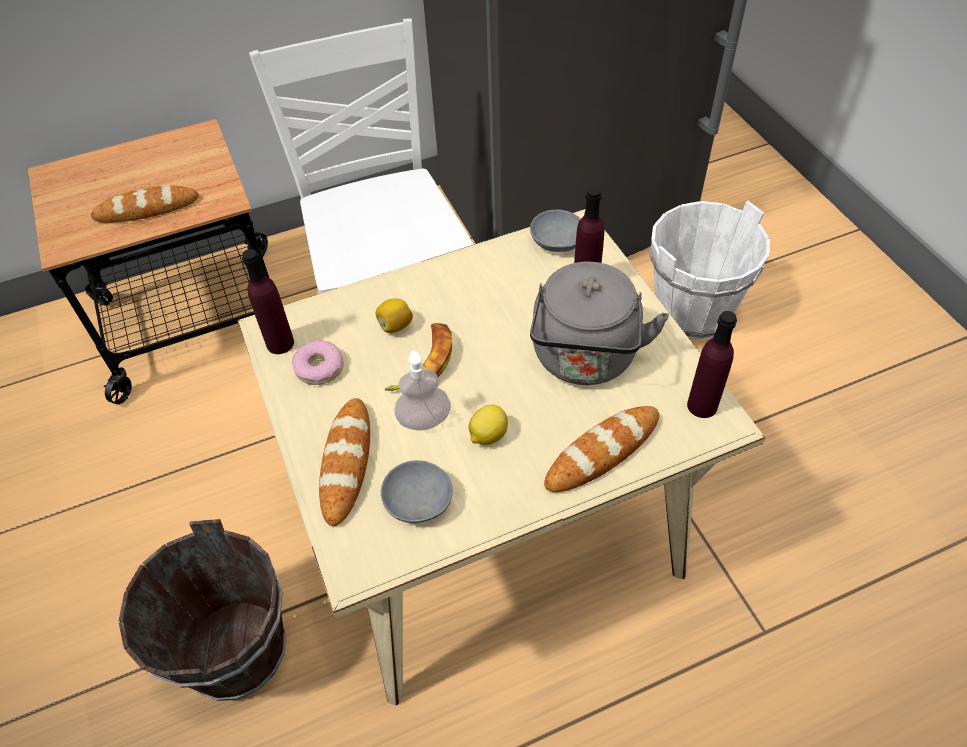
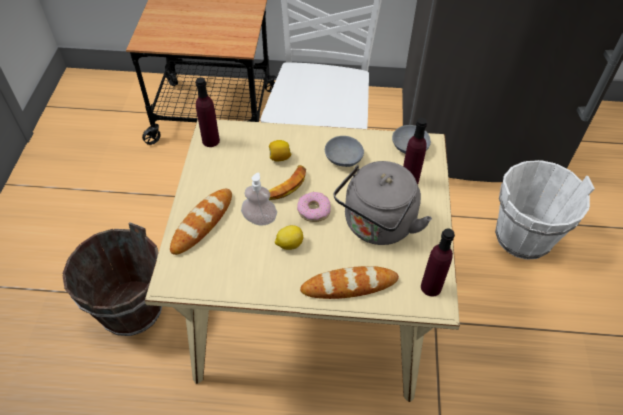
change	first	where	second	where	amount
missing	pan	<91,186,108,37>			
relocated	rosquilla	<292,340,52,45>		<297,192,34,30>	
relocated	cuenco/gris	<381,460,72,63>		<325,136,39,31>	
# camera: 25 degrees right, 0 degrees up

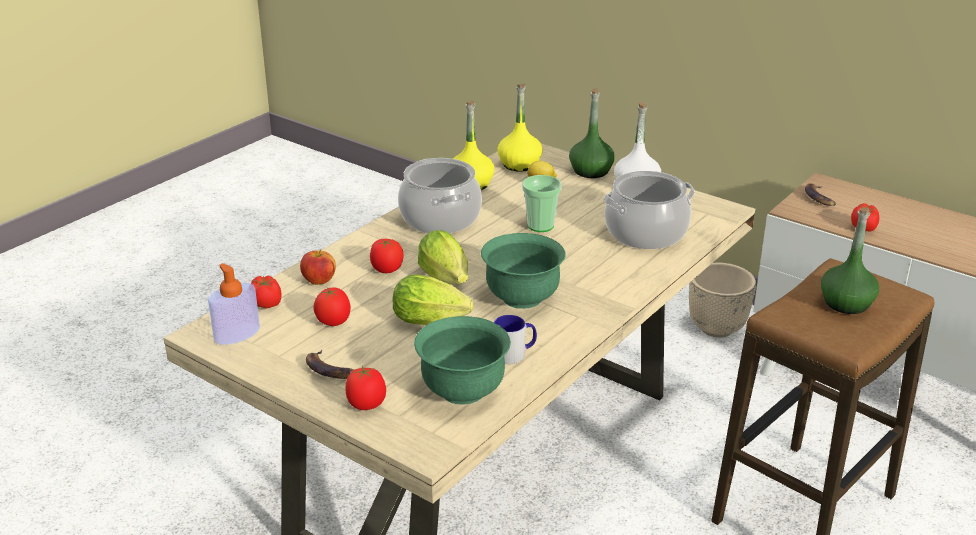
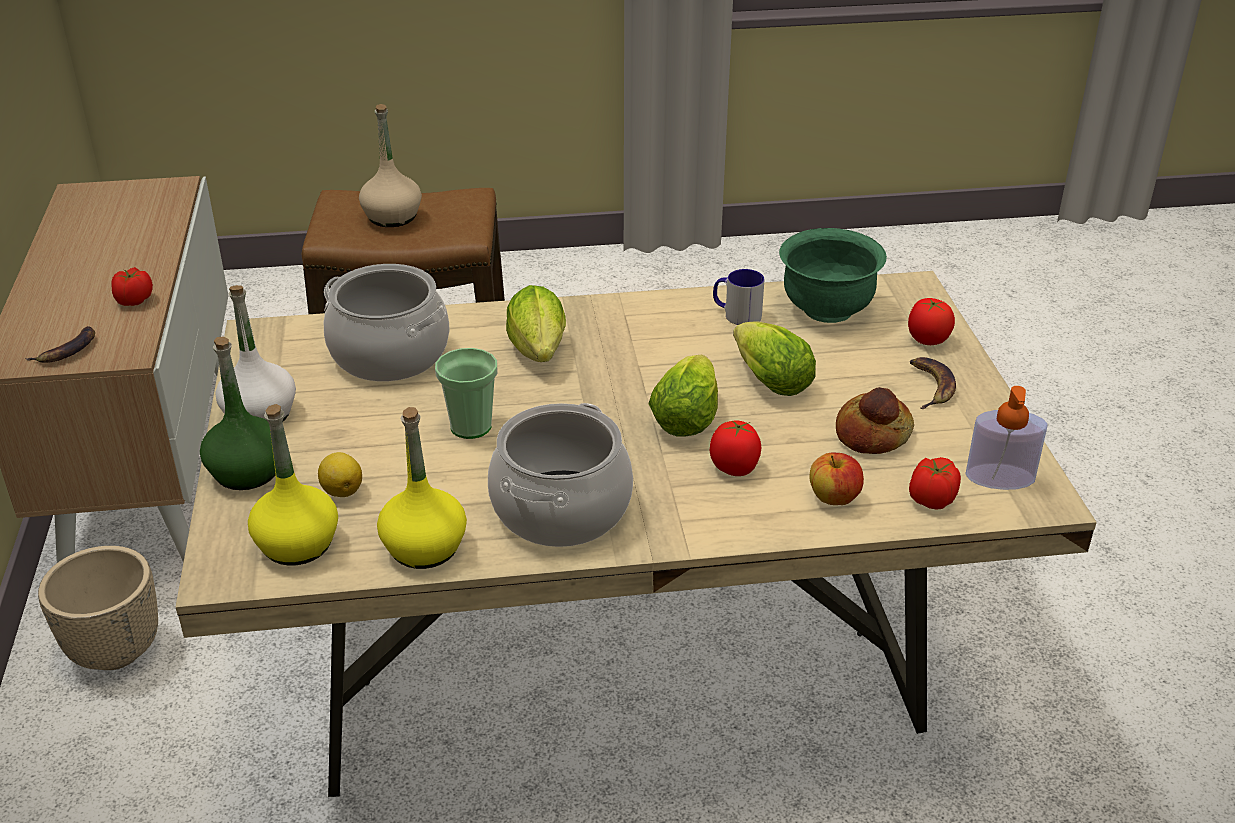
change	first	where	second	where	amount
missing	cuenco/verde	<481,233,85,76>			
appeared			lechuga	<506,285,60,77>	
exchanged	tomate	<314,287,37,39>	pan	<836,387,78,67>	
colour	botella/verde	<821,207,58,107>	botella/beis	<359,104,63,123>	
# camera: 135 degrees left, 5 degrees up

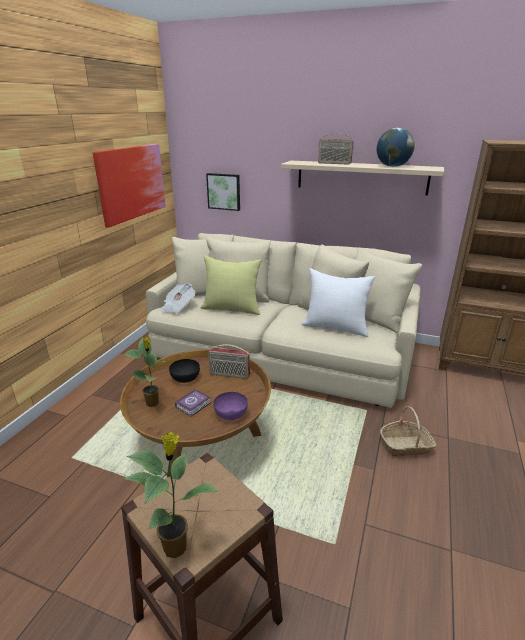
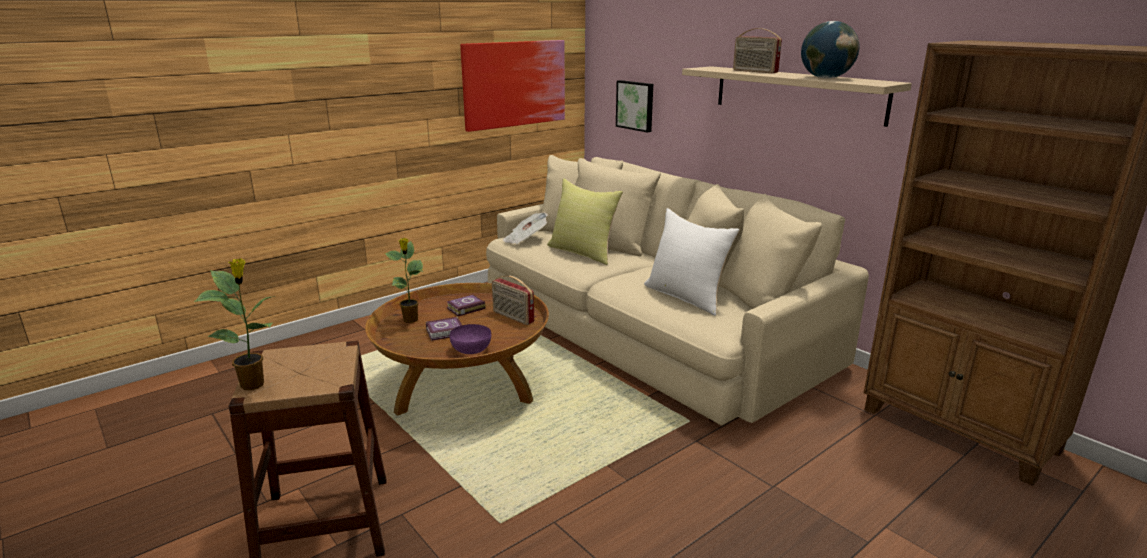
change	first	where	second	where	amount
missing	cesta	<380,406,56,50>			
exchanged	cuenco/negro	<169,359,31,24>	libro	<447,295,38,21>	
# camera: 30 degrees right, 5 degrees down

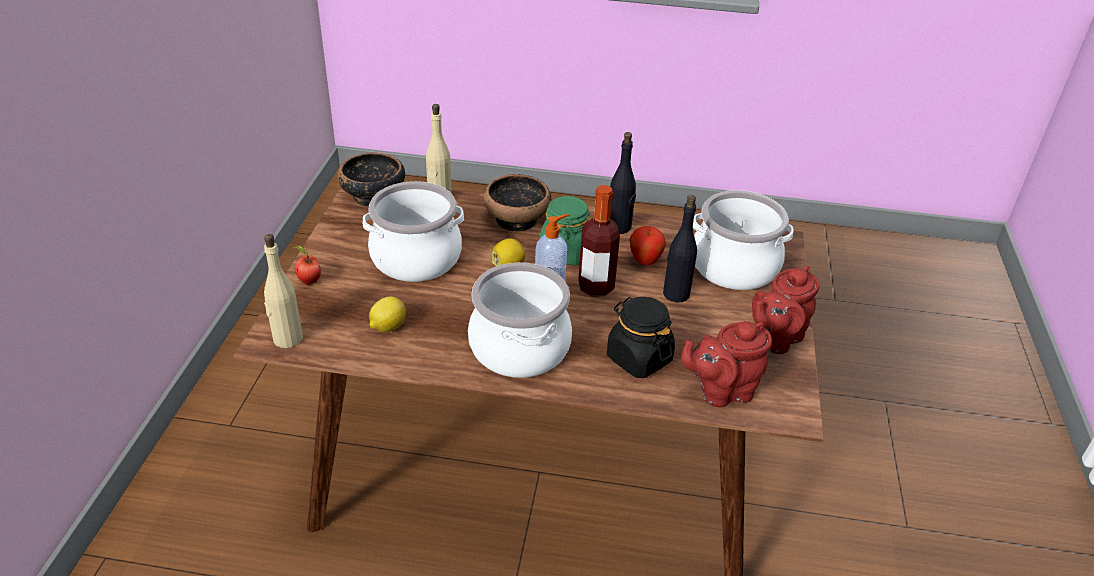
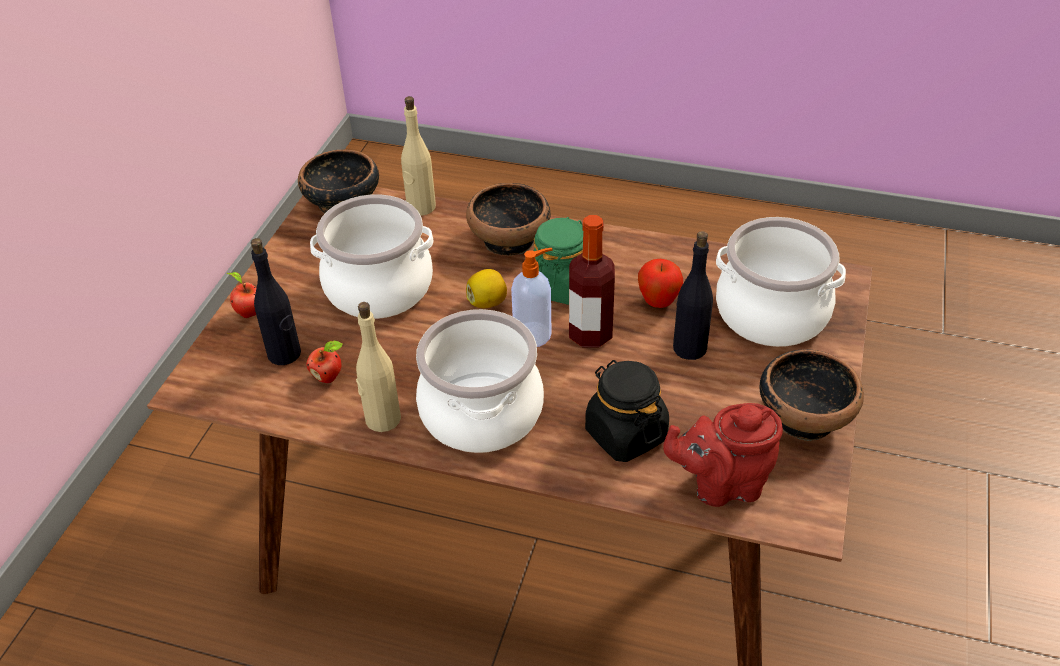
change	first	where	second	where	amount
relocated	botella/beis	<264,234,39,114>		<356,302,45,130>	
relocated	botella/negro	<610,132,26,102>		<251,238,50,127>	
exchanged	limón	<369,296,37,36>	manzana	<306,341,37,42>	
exchanged	tetera/rojo	<752,266,67,88>	cuenco	<760,349,104,92>	
# camera: 10 degrees right, 5 degrees up

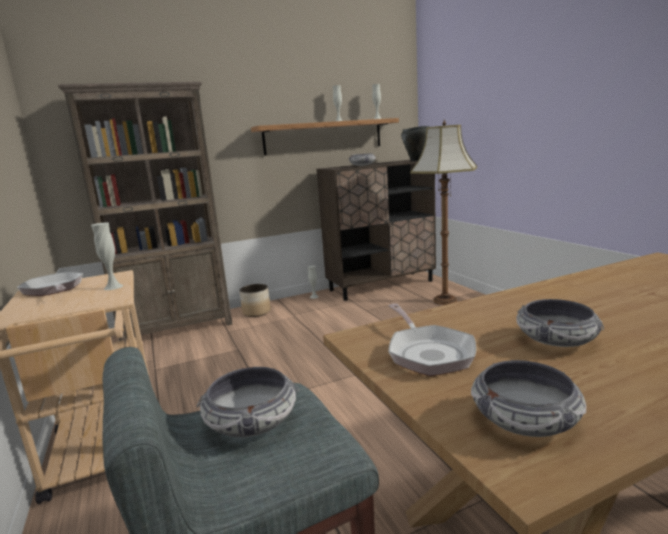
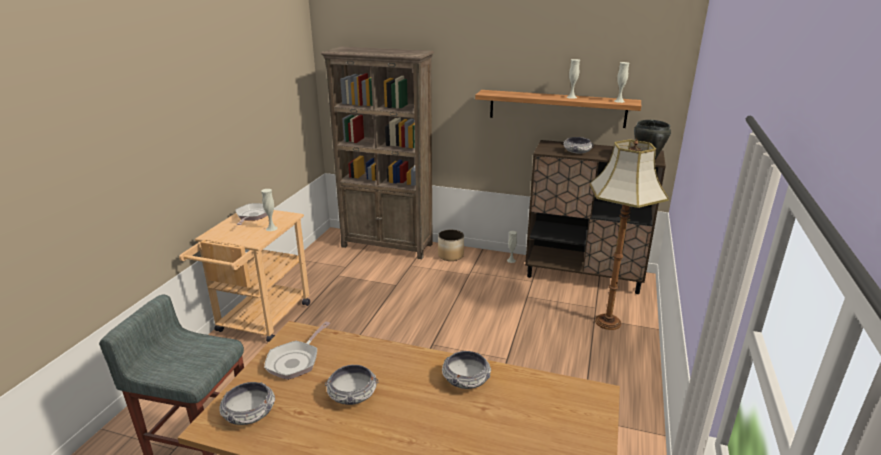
change	first	where	second	where	amount
relocated	cuenco	<197,367,102,70>		<442,351,49,38>	
# camera: 40 degrees right, 10 degrees up

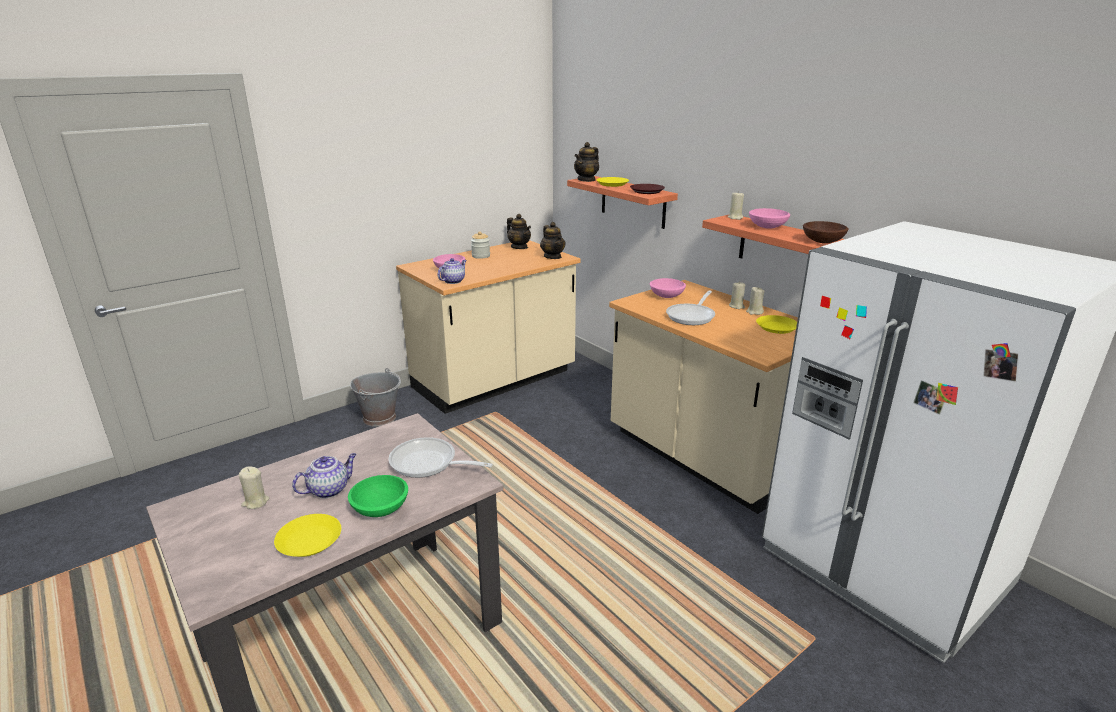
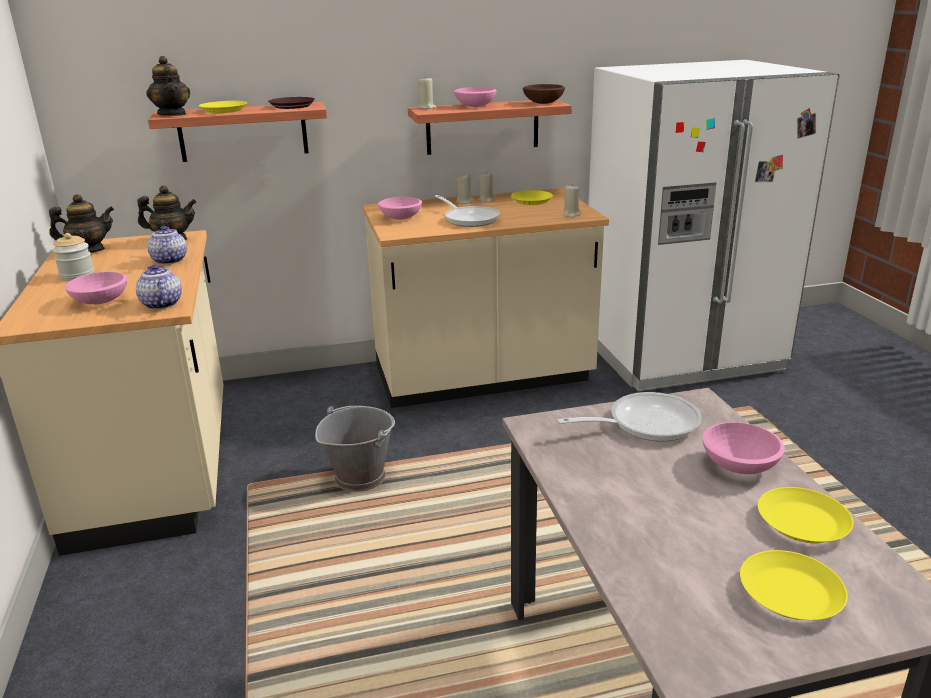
change	first	where	second	where	amount
appeared			plato/amarillo	<740,550,108,70>	
relocated	vela/beis	<239,466,30,43>		<562,184,19,34>	
relocated	tetera	<292,453,65,45>		<147,226,40,39>	
relocated	cubo/gris	<350,368,51,59>		<315,406,80,86>	
colour	cuenco/verde	<348,475,60,42>	cuenco/rosa	<702,422,83,52>	
spun	sartén	<388,437,105,41>		<557,392,145,50>	150 degrees counterclockwise
# camera: 65 degrees left, 0 degrees up

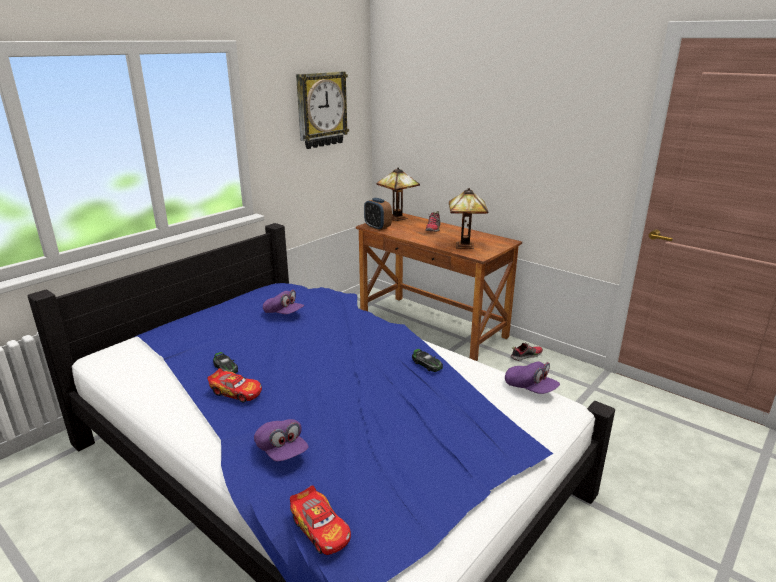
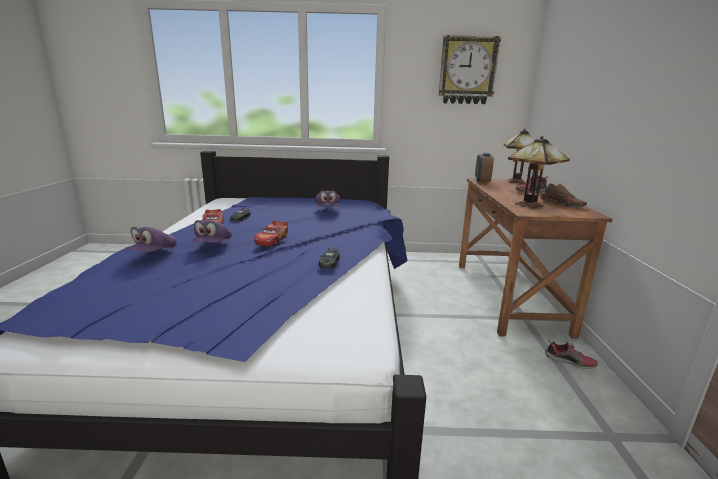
change	first	where	second	where	amount
appeared			zapato/marrón	<540,183,47,25>	
relocated	coche de juguete	<290,485,61,70>		<254,221,34,25>	
relocated	gorra/morado	<505,361,55,33>		<190,220,42,23>	
# camera: 50 degrees right, 5 degrees down

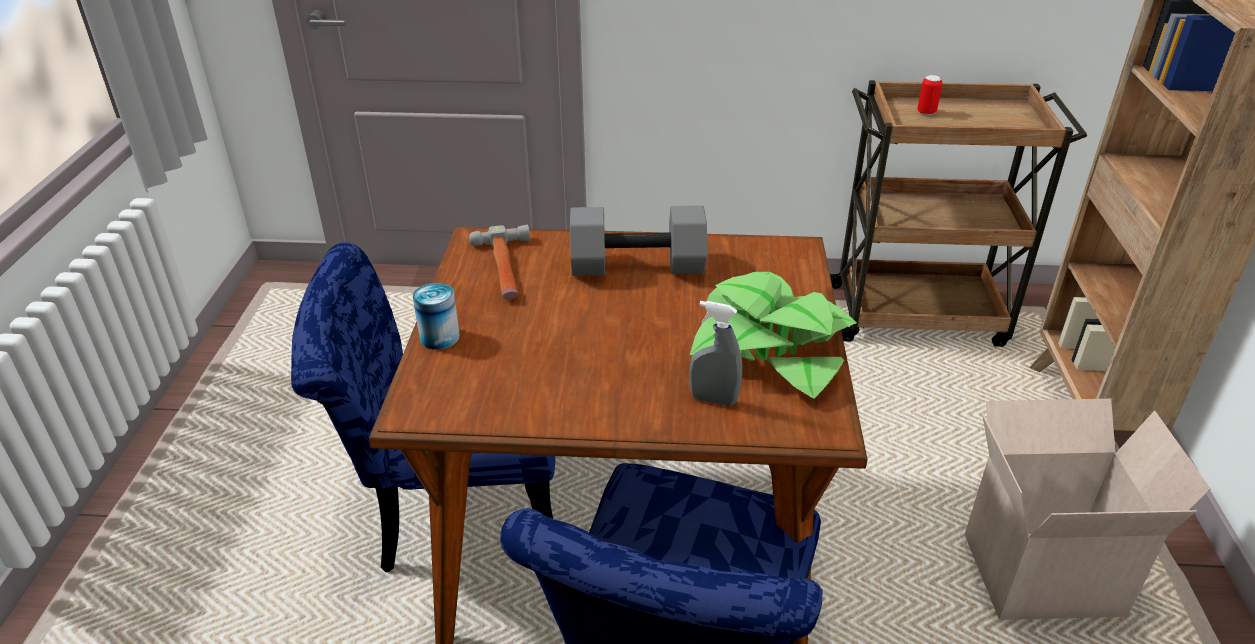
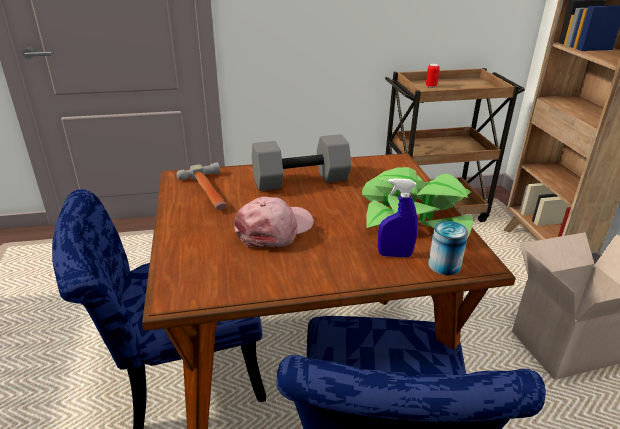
change	first	where	second	where	amount
appeared			gorra/rosa	<234,197,80,51>	
relocated	lata	<413,283,47,67>		<428,221,40,54>	
colour	pulverizador/gris	<690,301,52,105>	pulverizador/azul	<378,178,40,79>	
# camera: 15 degrees left, 5 degrees down

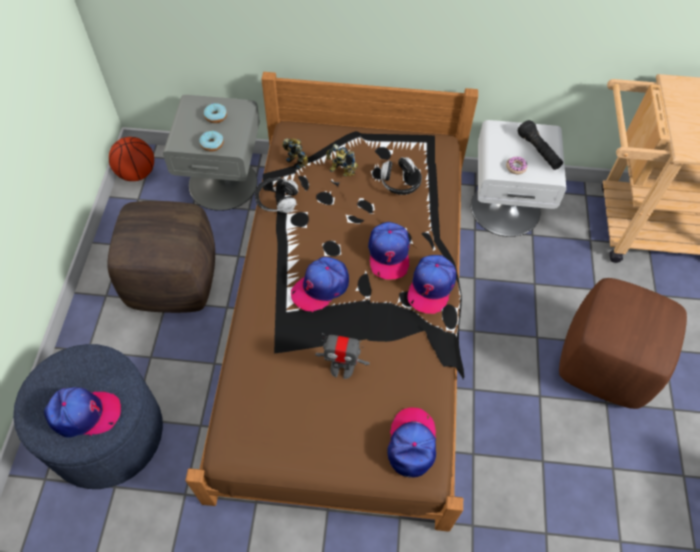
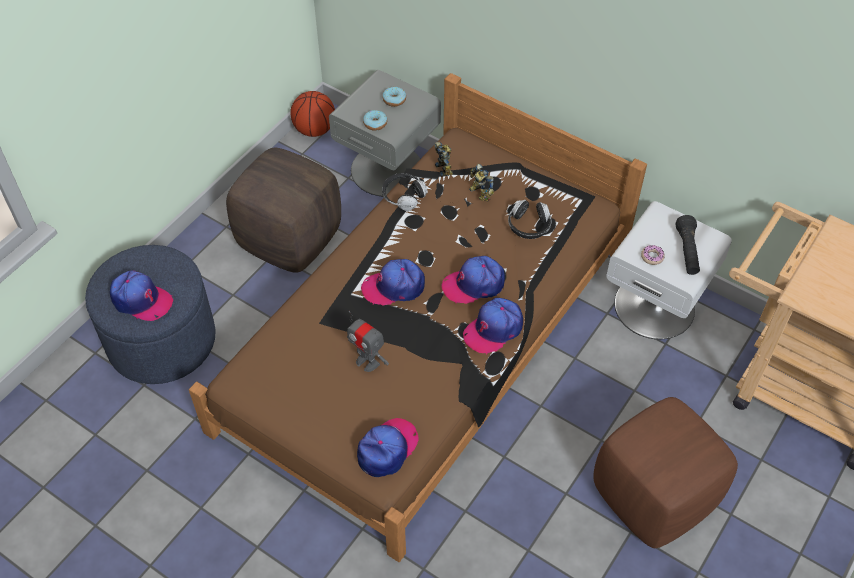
change	first	where	second	where	amount
spun	gorra	<368,222,42,58>		<441,256,64,48>	45 degrees clockwise
# camera: 30 degrees right, 5 degrees down

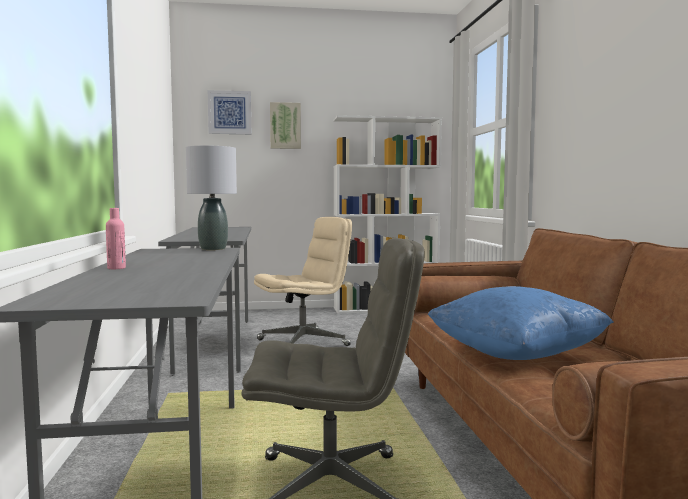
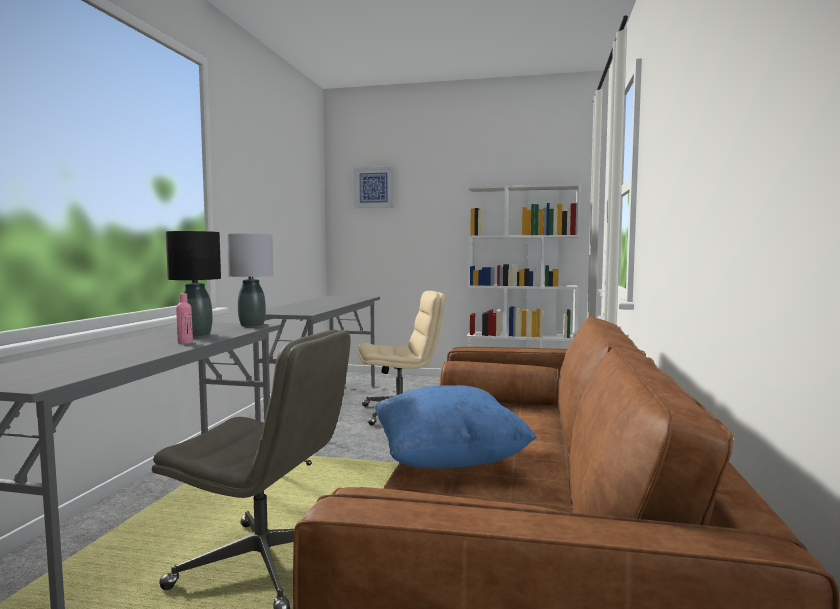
change	first	where	second	where	amount
missing	cuadro	<270,102,31,47>			
appeared			lámpara de mesa/negro	<166,231,55,106>	
relocated	botella/rosa	<106,208,20,61>		<176,293,17,51>	
# camera: 20 degrees right, 0 degrees up

